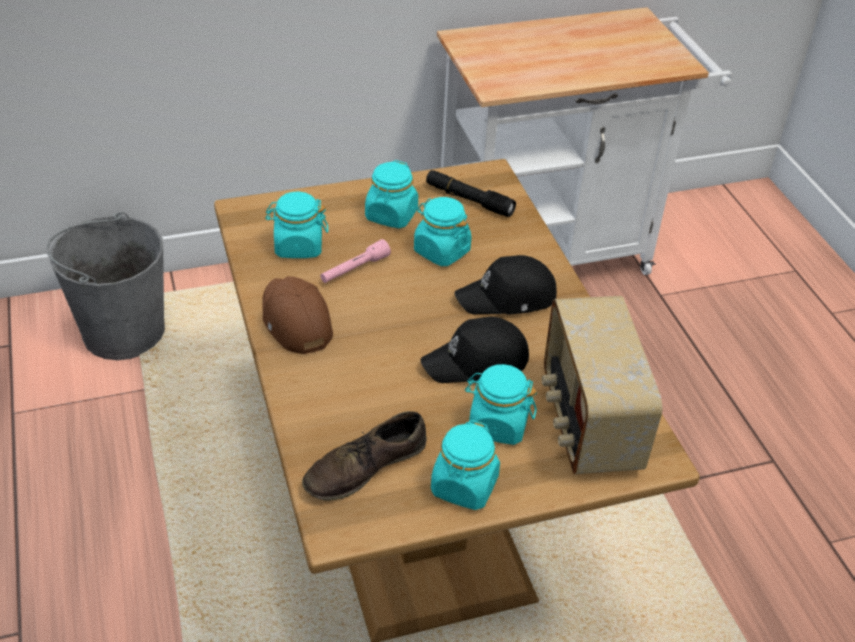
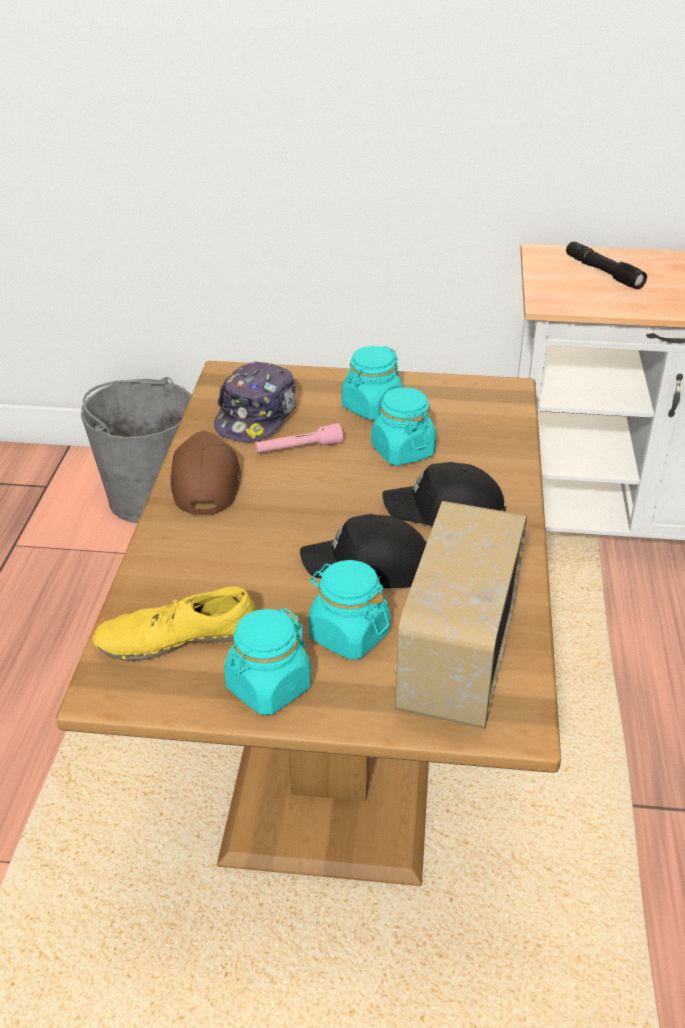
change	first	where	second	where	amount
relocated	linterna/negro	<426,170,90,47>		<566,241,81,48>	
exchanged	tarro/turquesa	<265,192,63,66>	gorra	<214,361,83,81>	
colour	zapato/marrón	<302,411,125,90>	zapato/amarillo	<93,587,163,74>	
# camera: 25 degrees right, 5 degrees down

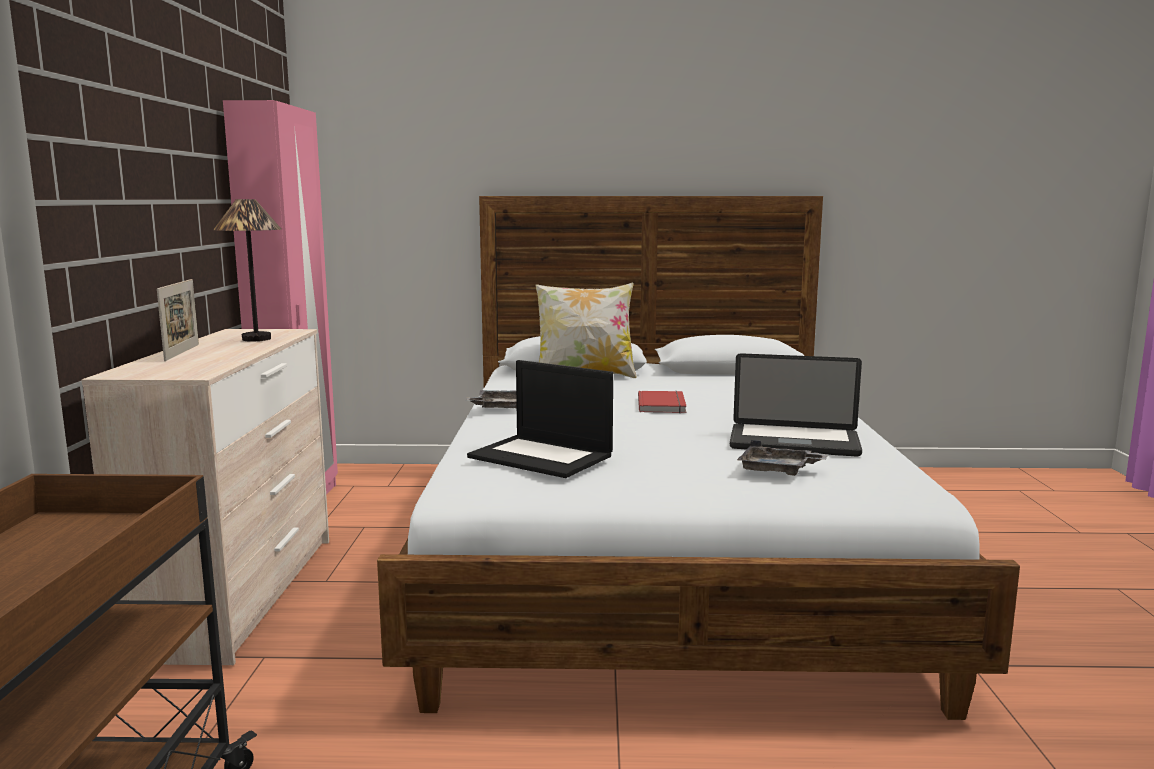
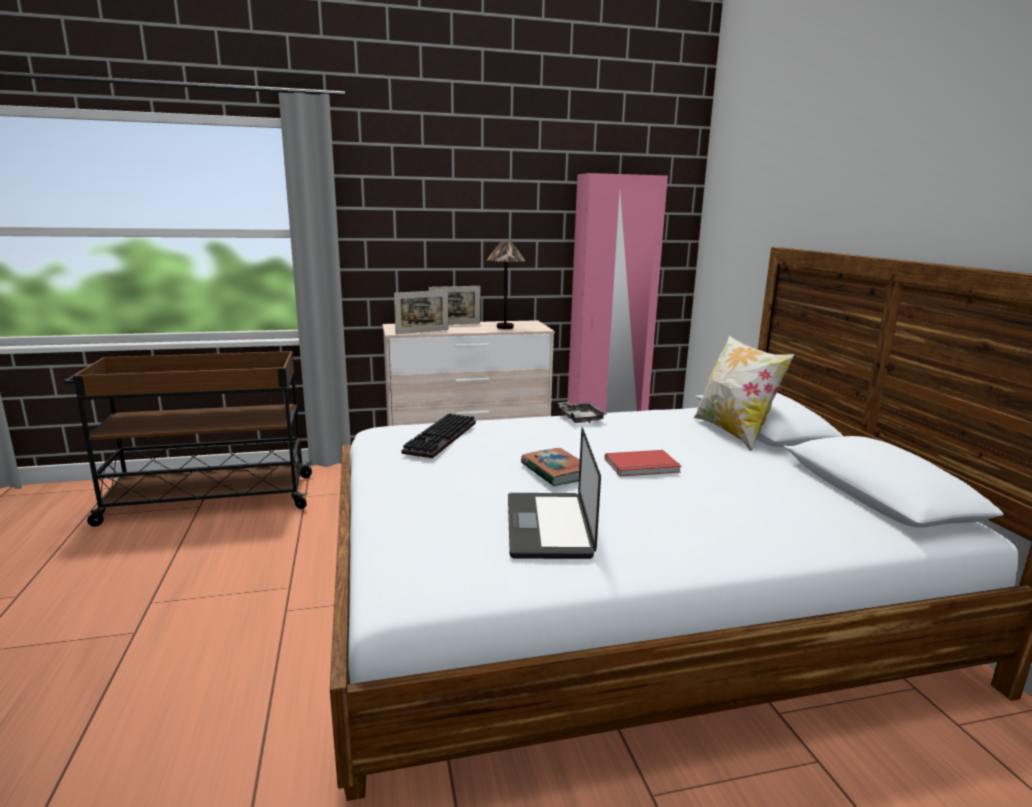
change	first	where	second	where	amount
missing	bandeja/gris	<737,440,91,36>			
appeared			portarretratos	<394,290,54,44>	
appeared			libro	<521,448,59,38>	
exchanged	portátil	<467,360,146,118>	teclado	<401,413,75,45>	
# camera: 75 degrees right, 5 degrees up

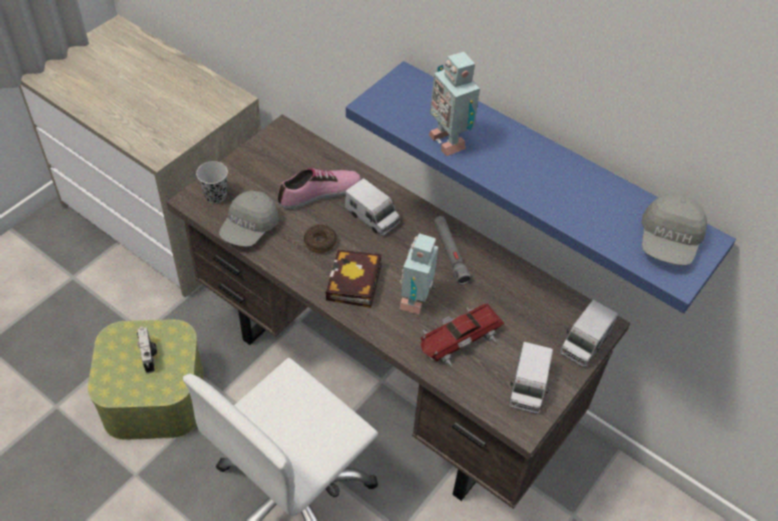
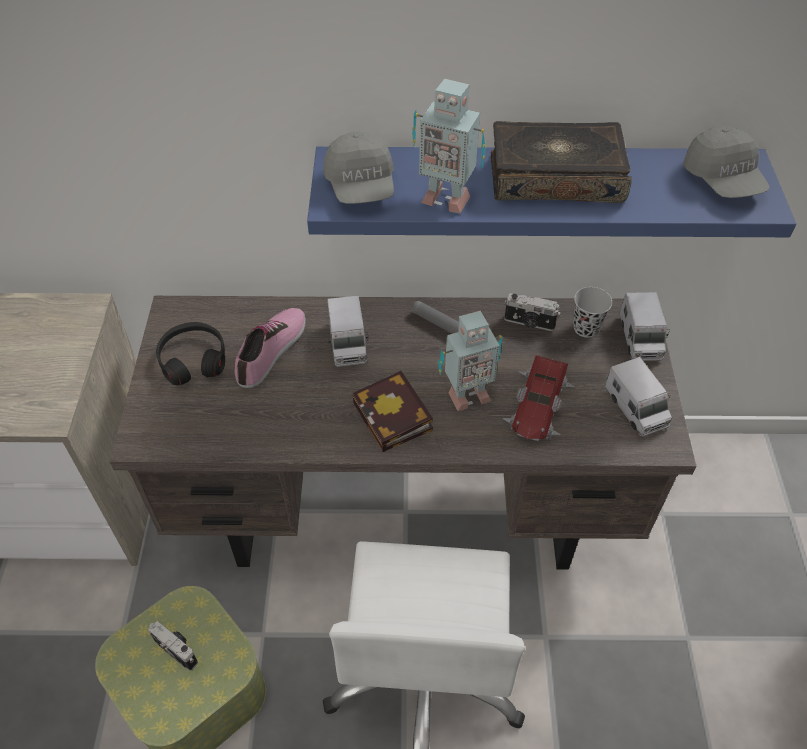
change	first	where	second	where	amount
missing	rosquilla	<304,225,33,28>			
appeared			auriculares/negro	<156,322,69,63>	
appeared			libro	<491,121,141,82>	
appeared			cámara	<504,293,56,38>	
relocated	taza/negro	<196,161,32,43>		<573,287,39,51>	
relocated	gorra/gris	<219,191,60,56>		<323,132,71,72>	
spun	camión de juguete	<345,178,55,58>		<327,296,41,71>	75 degrees clockwise
spun	robot de juguete	<399,233,39,81>		<438,311,65,100>	90 degrees counterclockwise
# camera: 35 degrees left, 0 degrees up

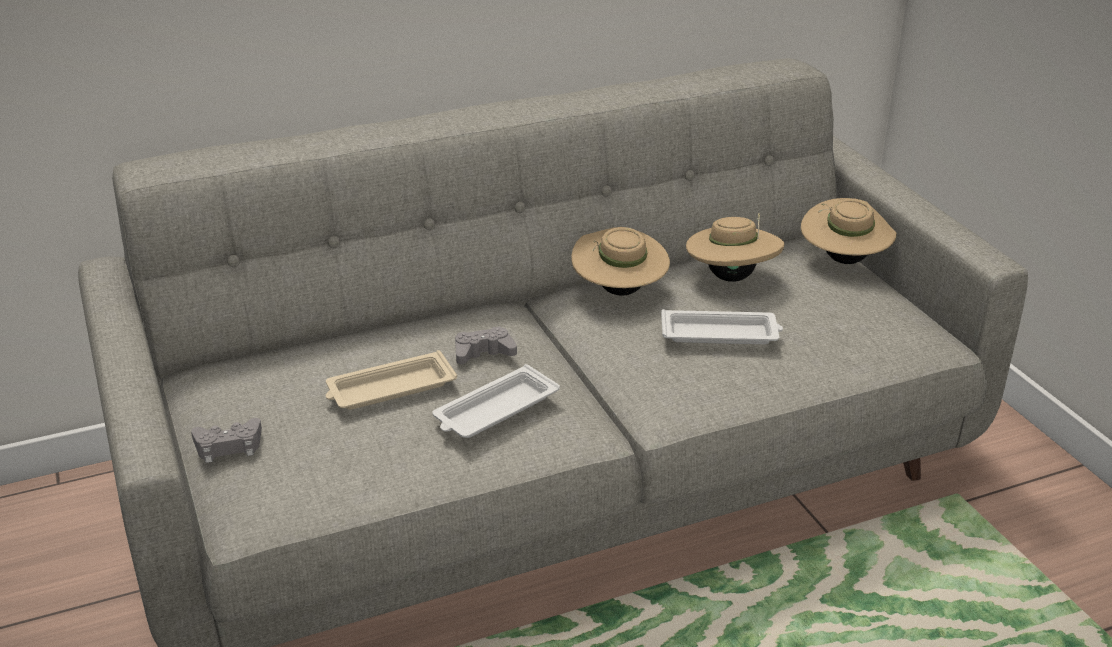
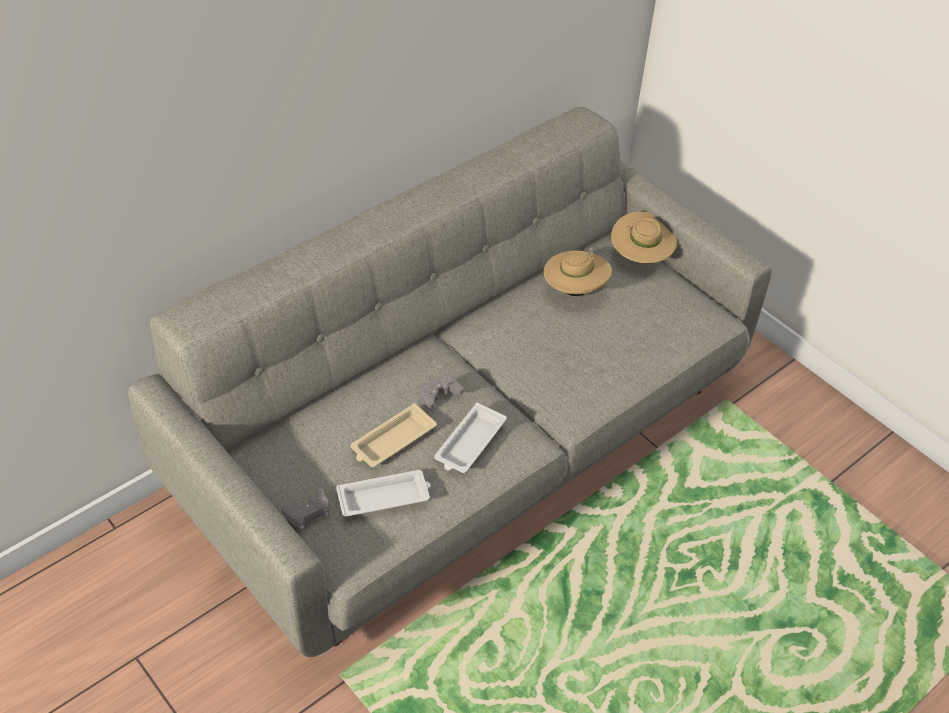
change	first	where	second	where	amount
missing	sombrero/beis	<571,227,99,69>			
relocated	bandeja/blanco	<661,309,122,35>		<336,470,95,47>	
# camera: 20 degrees left, 15 degrees up

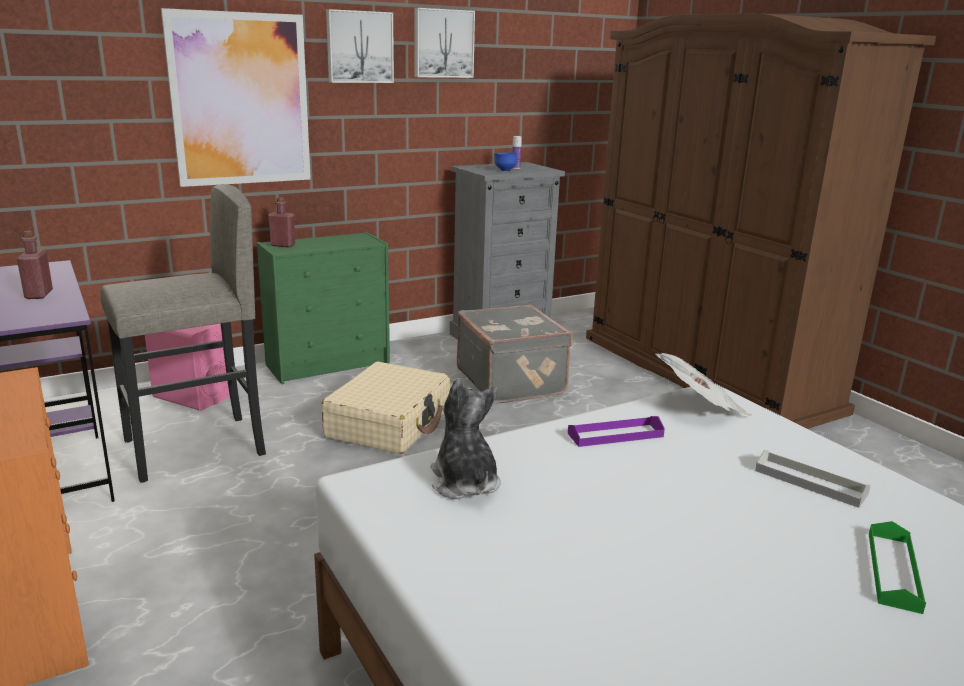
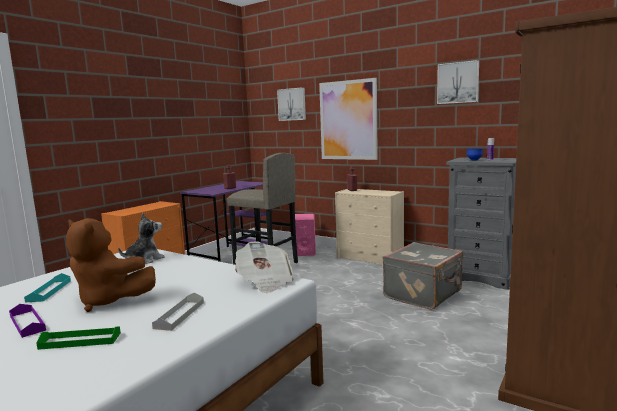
change	first	where	second	where	amount
missing	maleta/beis	<321,362,129,92>			
appeared			bandeja/turquesa	<24,273,47,30>	
appeared			peluche/marrón	<66,218,90,94>	
relocated	cuadro	<326,9,68,74>		<277,87,29,34>	
relocated	bandeja/morado	<568,416,97,31>		<9,304,37,34>	
colour	cómoda/verde	<257,232,133,152>	cómoda/beis	<335,189,69,75>	
# camera: 65 degrees right, 10 degrees down

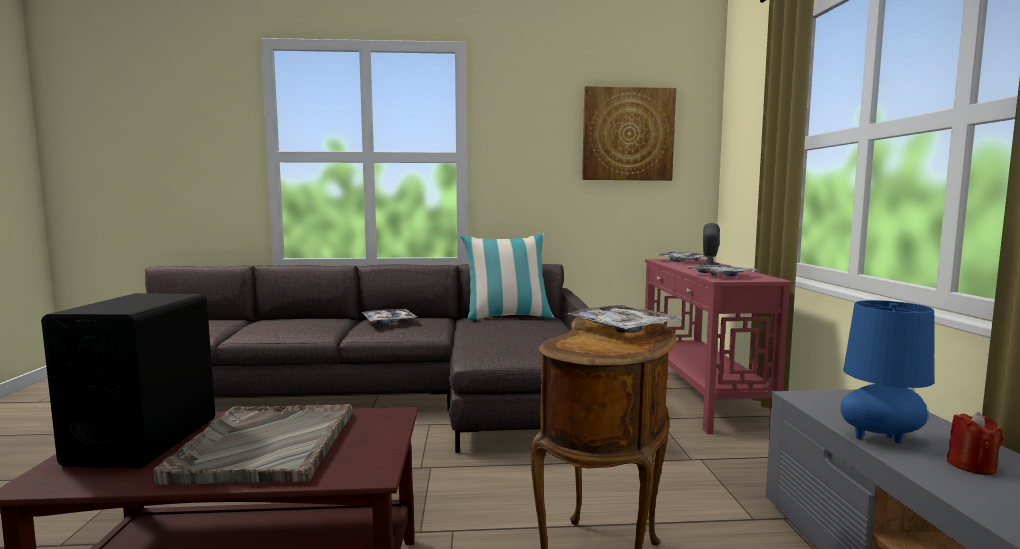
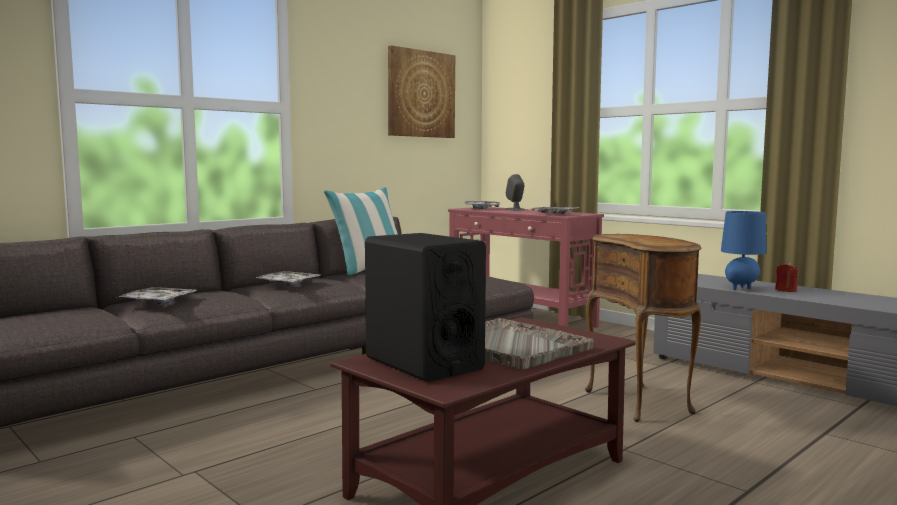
change	first	where	second	where	amount
relocated	bandeja	<565,305,117,28>		<116,287,81,17>	
# camera: 40 degrees left, 0 degrees up

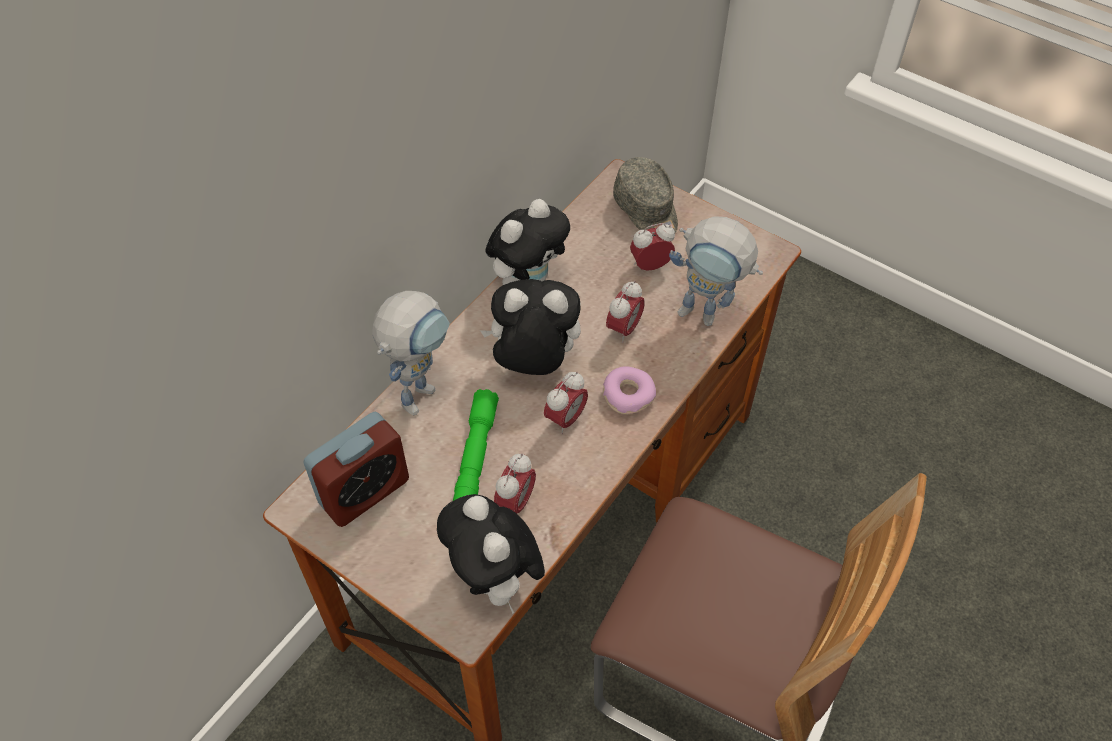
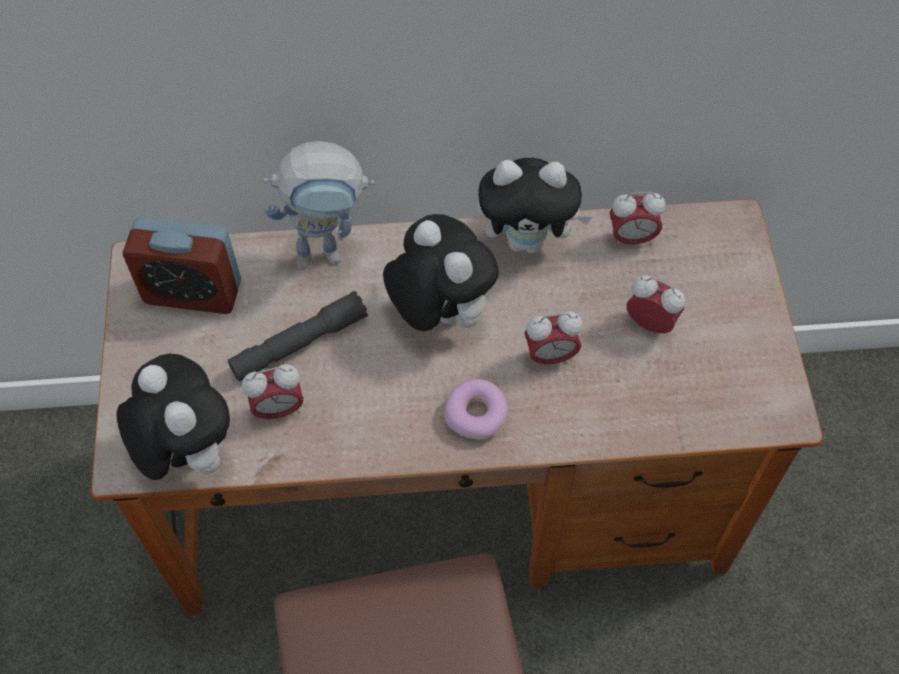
change	first	where	second	where	amount
missing	gorra/gris	<613,157,65,76>			
missing	robot de juguete	<669,216,94,110>			
relocated	despertador	<544,372,44,62>		<610,192,55,55>	
colour	linterna/verde	<453,389,46,112>	linterna/gris	<228,291,140,90>	
spun	peluche	<437,494,108,120>		<116,354,114,126>	120 degrees clockwise
# camera: 50 degrees right, 5 degrees up

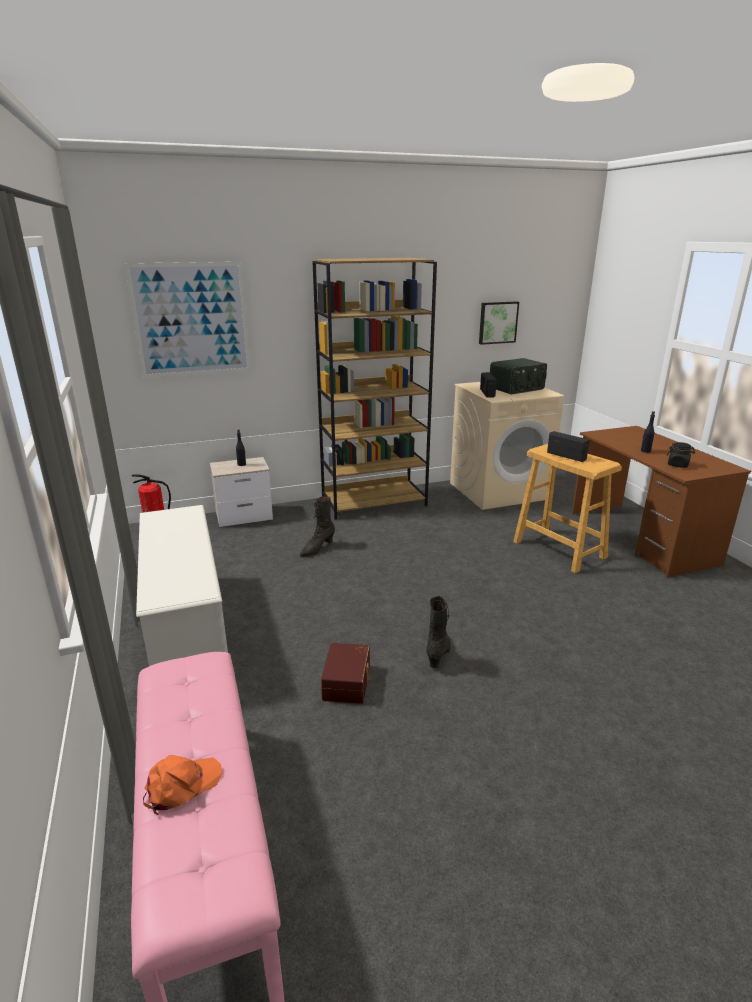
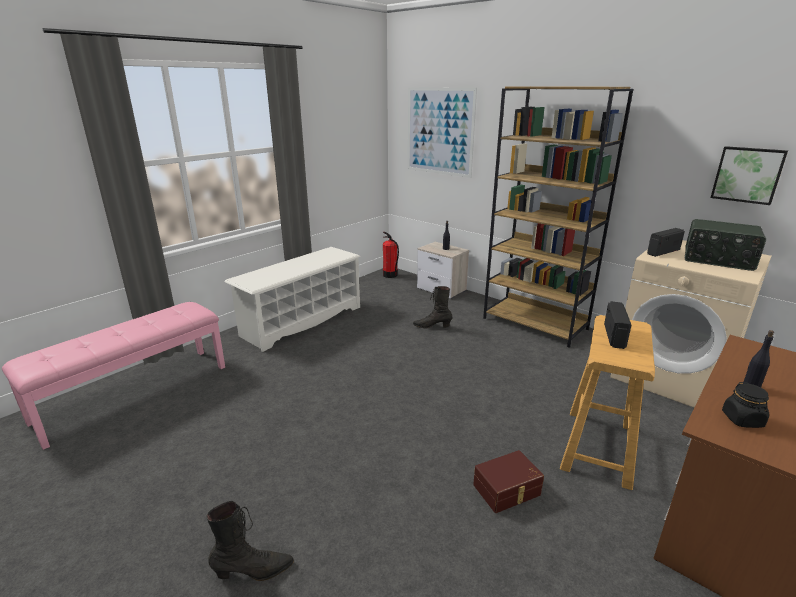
change	first	where	second	where	amount
missing	gorra/naranja	<143,755,80,60>			
relocated	caja de almacenaje/marrón	<321,643,49,61>		<473,450,71,63>	
relocated	bota/negro	<426,596,24,72>		<206,501,88,80>	
# camera: 60 degrees right, 0 degrees up

